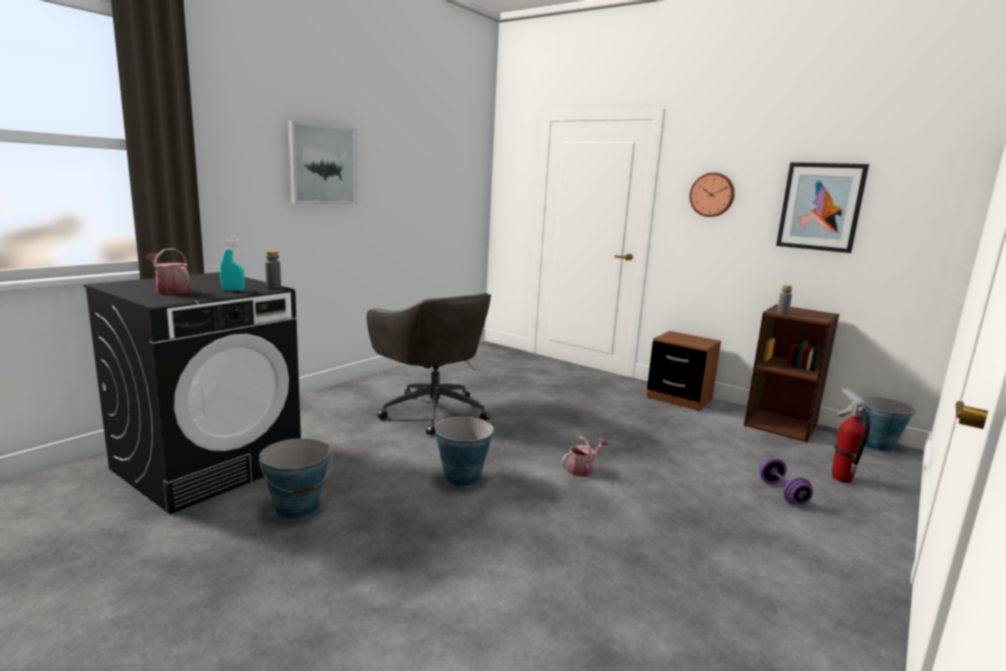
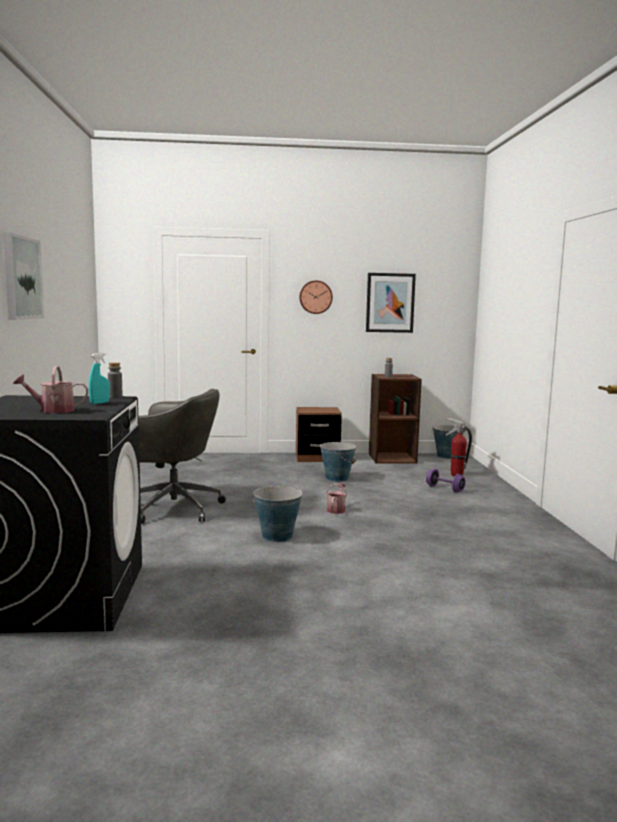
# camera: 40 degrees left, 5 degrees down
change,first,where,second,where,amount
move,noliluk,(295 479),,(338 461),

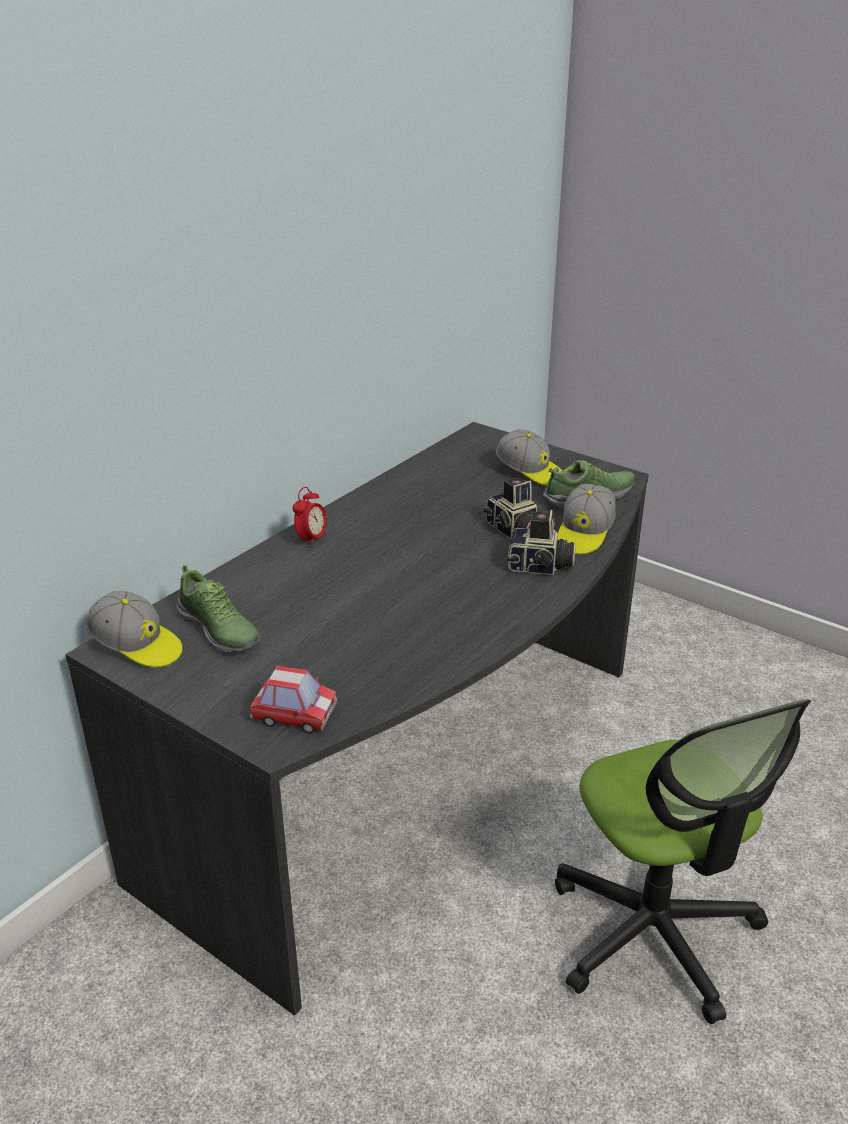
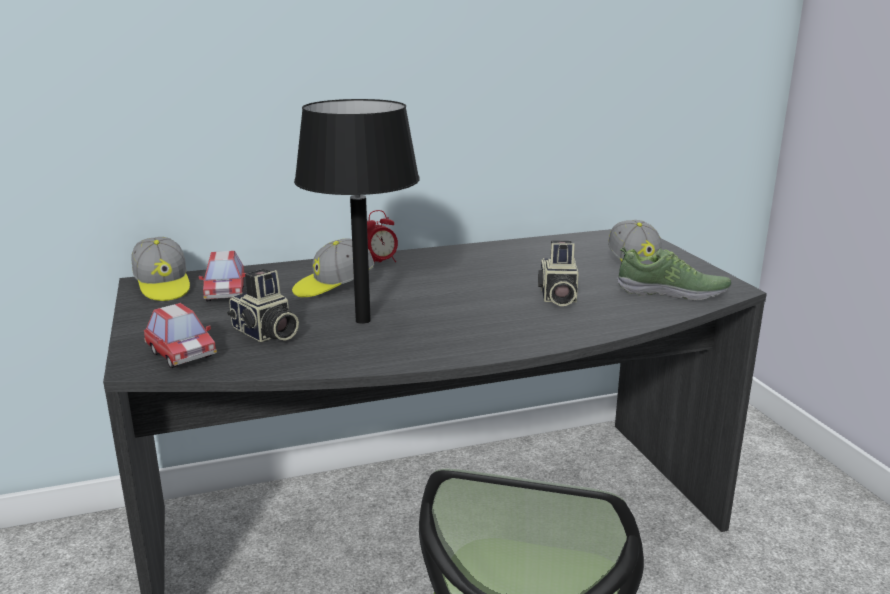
# camera: 35 degrees right, 10 degrees down
change,first,where,second,where,amount
replace,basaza,(218 608),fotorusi,(222 276),
move,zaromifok,(541 542),,(263 305),
move,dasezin,(586 519),,(333 268),
insert,,,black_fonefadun,(357 211),

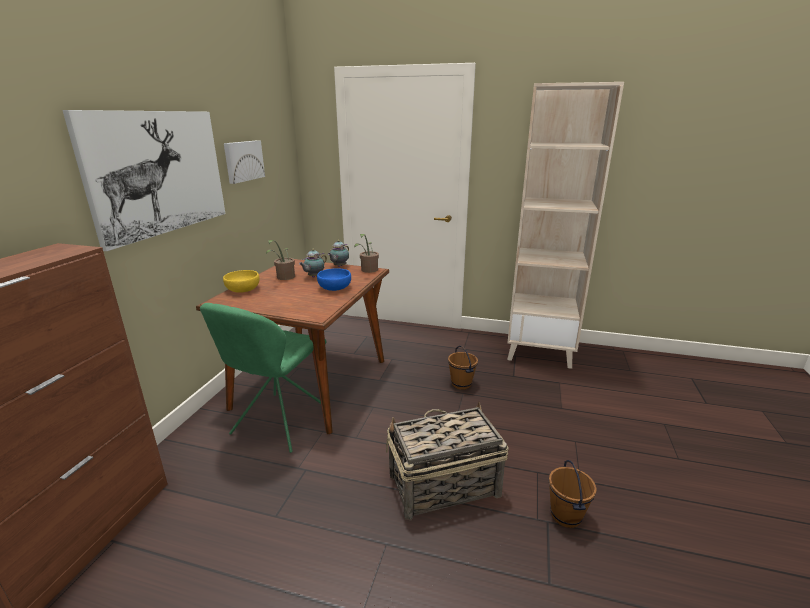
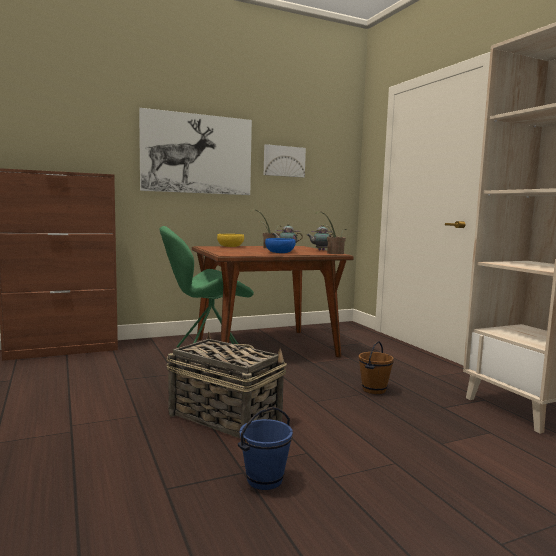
# camera: 50 degrees right, 15 degrees down
change,first,where,second,where,amount
recolor,brown_noliluk,(573 494),blue_noliluk,(265 448),

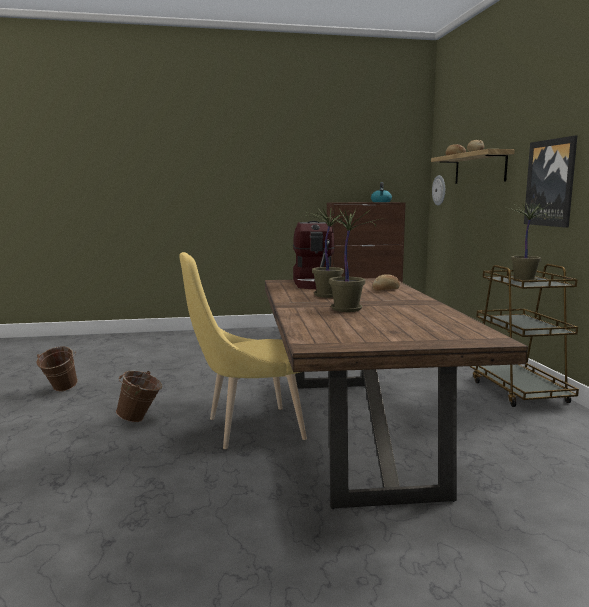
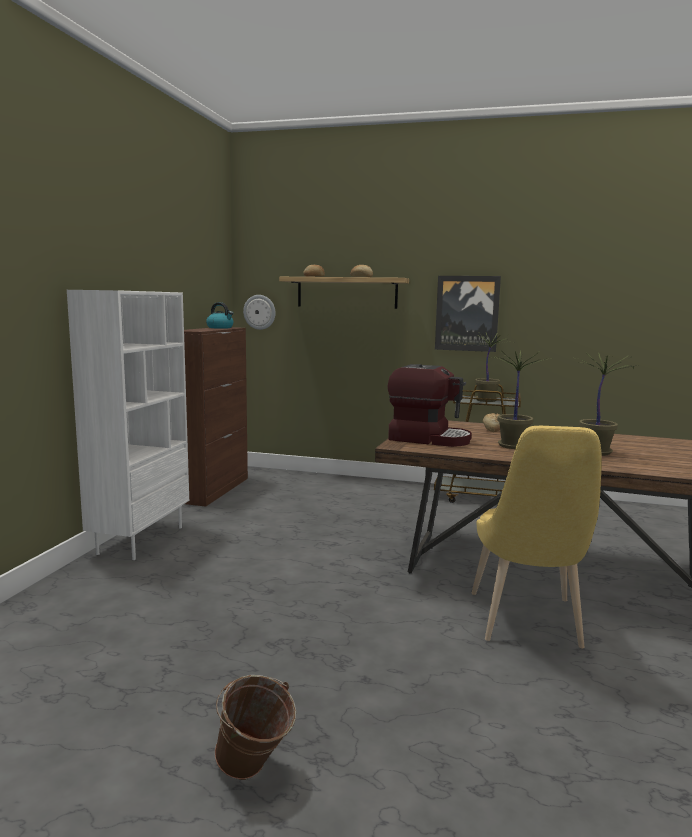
# camera: 65 degrees left, 0 degrees up
change,first,where,second,where,amount
delete,brown_noliluk,(139 396),,,
insert,,,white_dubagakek,(128 425),

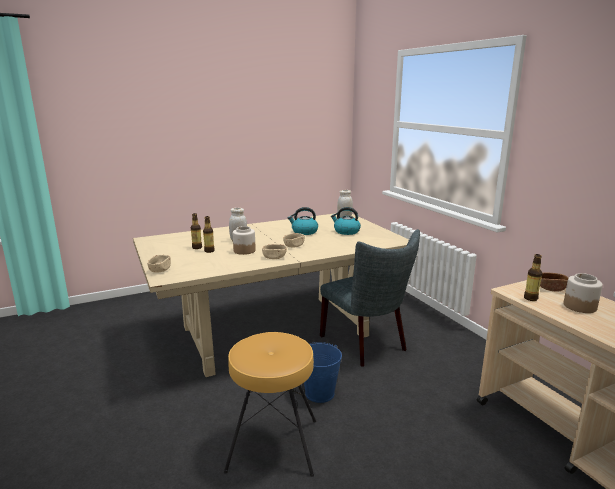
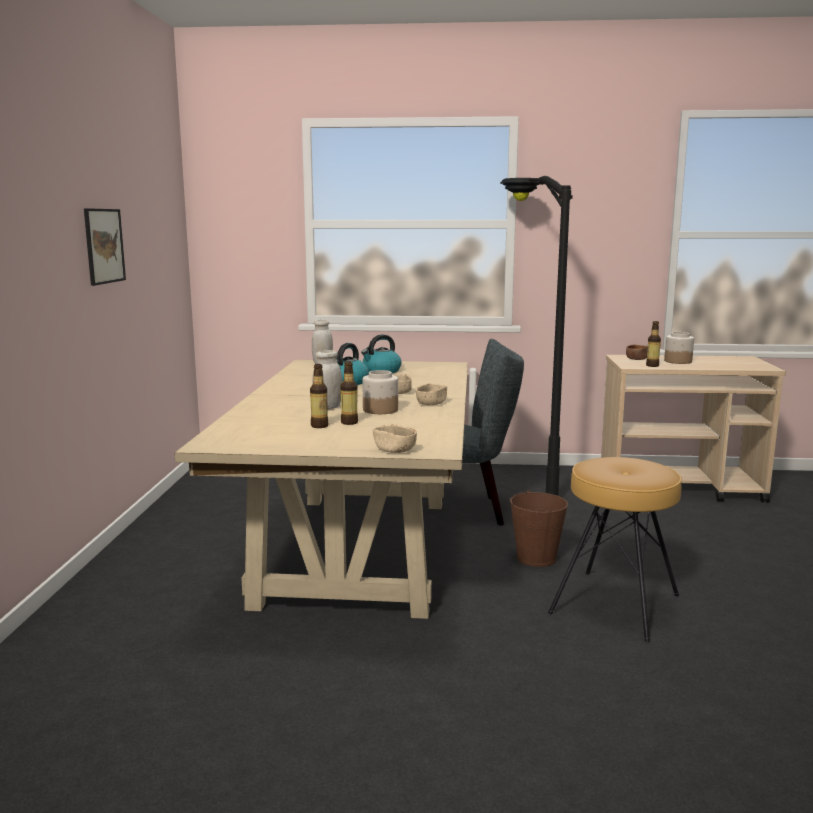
# camera: 60 degrees left, 5 degrees down
change,first,where,second,where,amount
recolor,blue_noliluk,(323 372),brown_noliluk,(539 528),
insert,,,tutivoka,(105 247),
insert,,,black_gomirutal,(536 336),

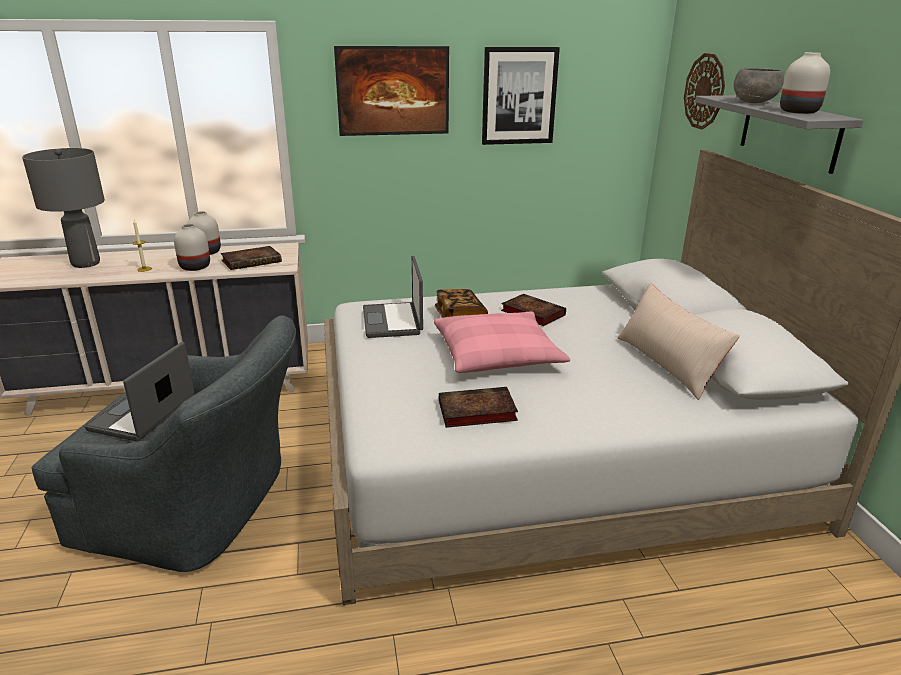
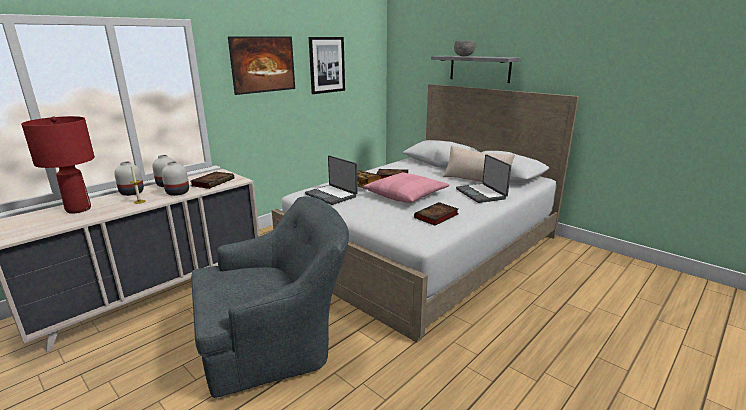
# camera: 35 degrees left, 5 degrees down
change,first,where,second,where,amount
recolor,grey_fonefadun,(63 208),red_fonefadun,(58 165),
move,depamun,(139 392),,(483 178),
delete,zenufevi,(704 91),,,
move,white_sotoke,(805 83),,(129 178),

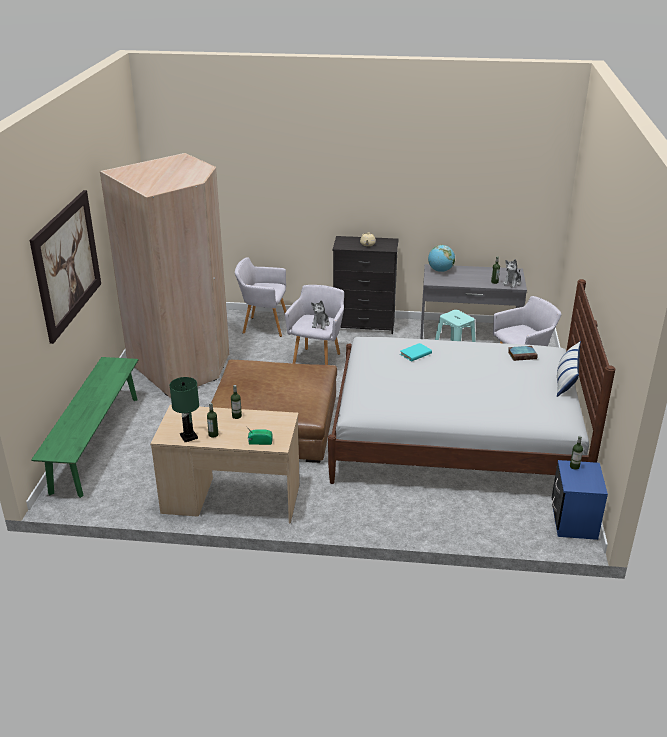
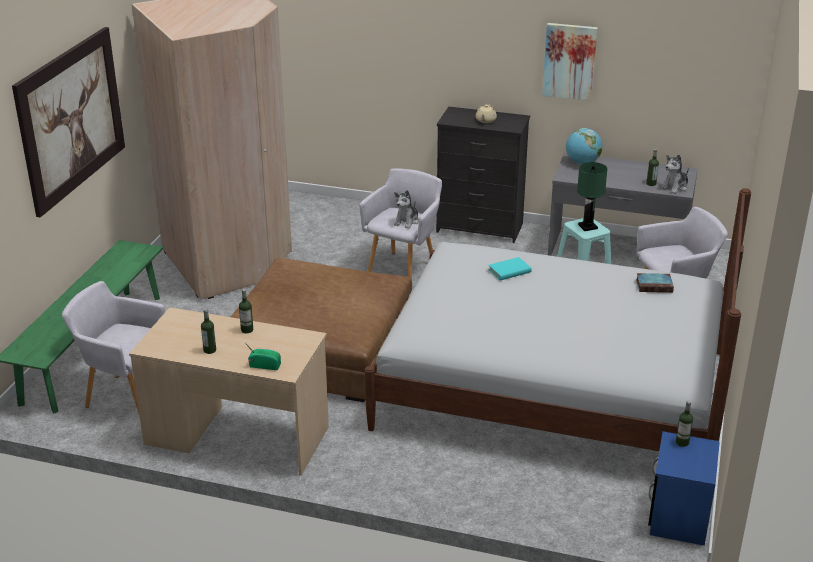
# camera: 10 degrees right, 0 degrees up
change,first,where,second,where,amount
move,green_fonefadun,(184 409),,(592 196),
move,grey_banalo,(260 297),,(113 349),
delete,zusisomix,(569 369),,,
insert,,,tutivoka,(570 62),

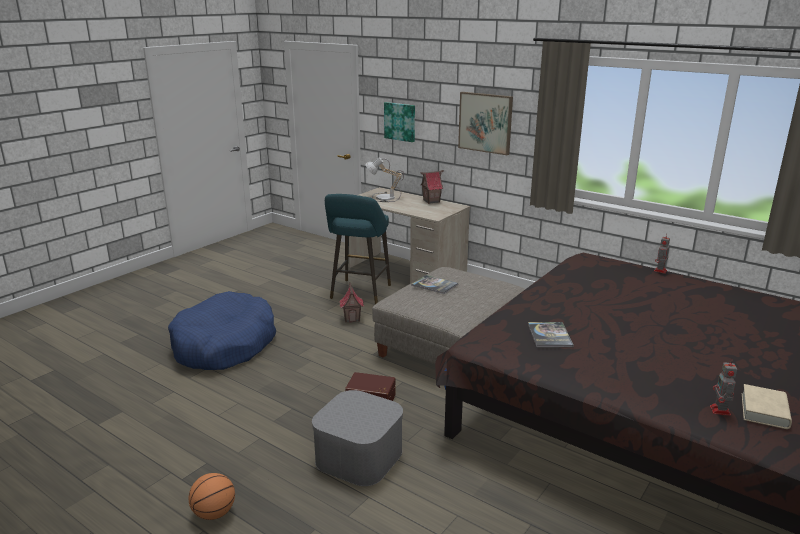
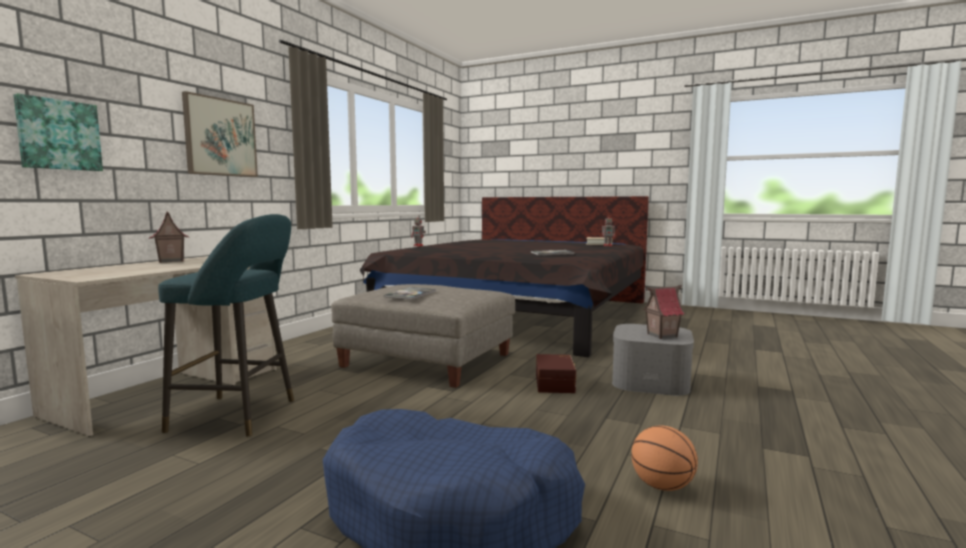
# camera: 100 degrees left, 15 degrees down
change,first,where,second,where,amount
move,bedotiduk,(211 496),,(664 458),
move,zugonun,(351 302),,(664 312),
delete,fonefadun,(384 179),,,

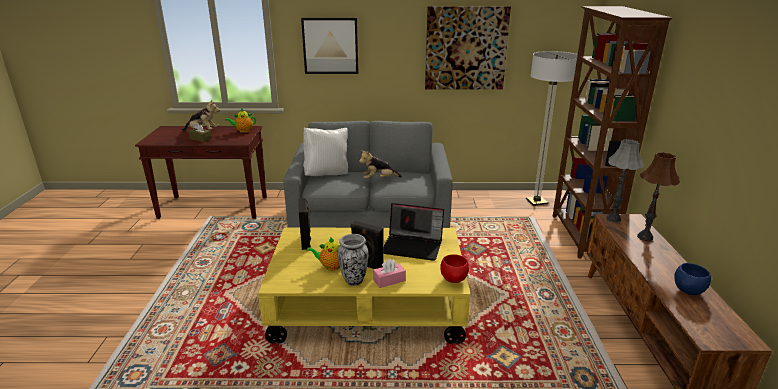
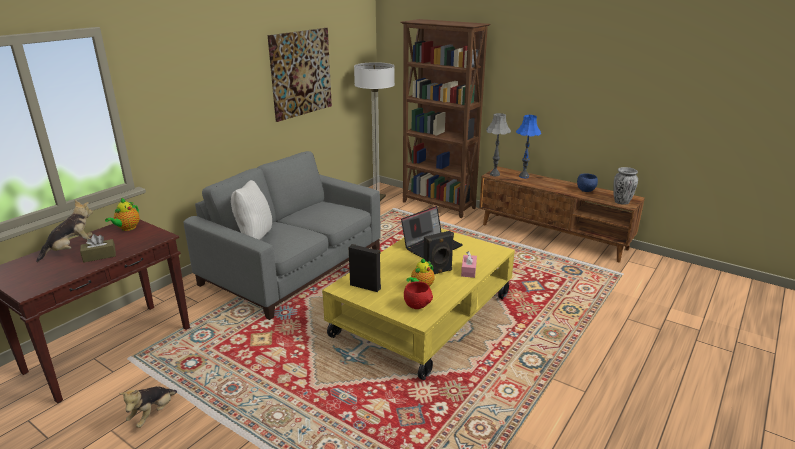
# camera: 55 degrees left, 0 degrees up
change,first,where,second,where,amount
delete,tutivoka,(329 46),,,
move,sotoke,(352 260),,(625 186),
move,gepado,(380 164),,(148 407),
move,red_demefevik,(454 268),,(418 295),
recolor,brown_fonefadun,(658 196),blue_fonefadun,(528 146),

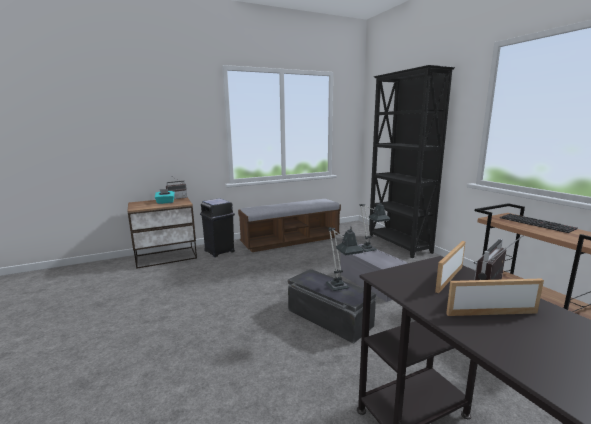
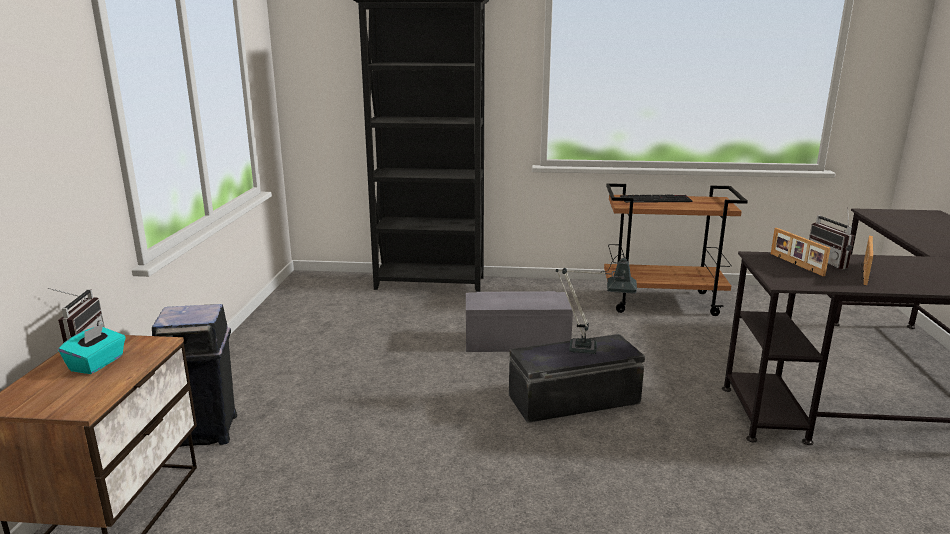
# camera: 60 degrees left, 5 degrees up
change,first,where,second,where,amount
delete,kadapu,(289 225),,,
delete,fonefadun,(374 226),,,

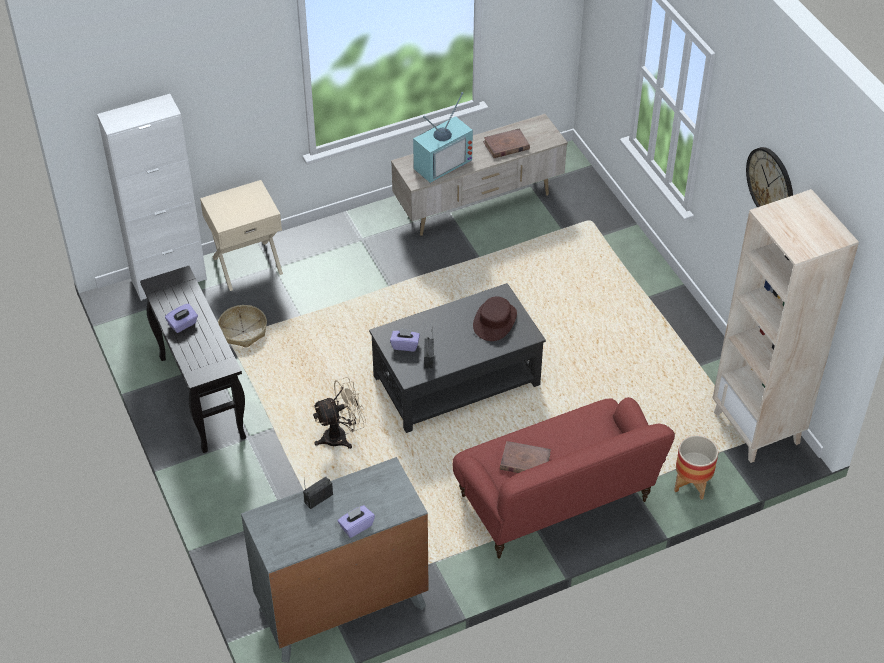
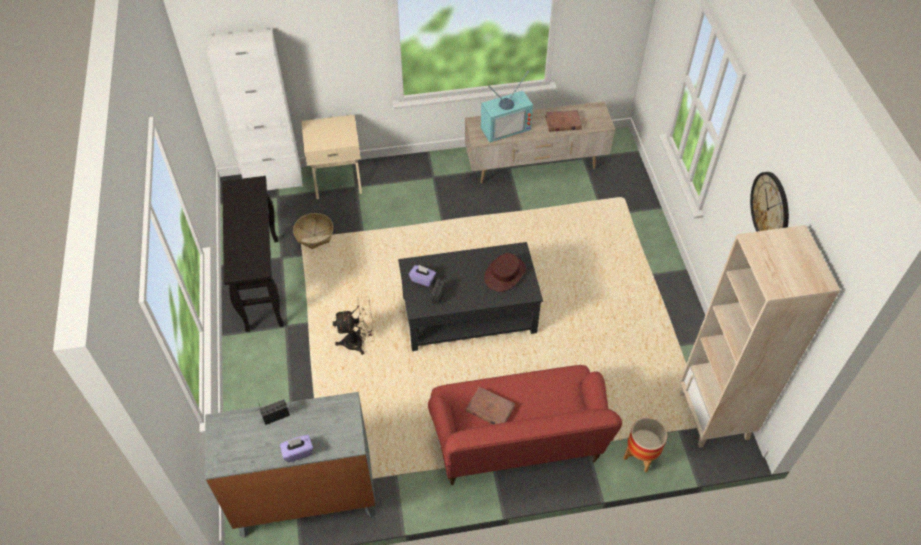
# camera: 15 degrees right, 5 degrees up
change,first,where,second,where,amount
delete,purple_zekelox,(181 318),,,

